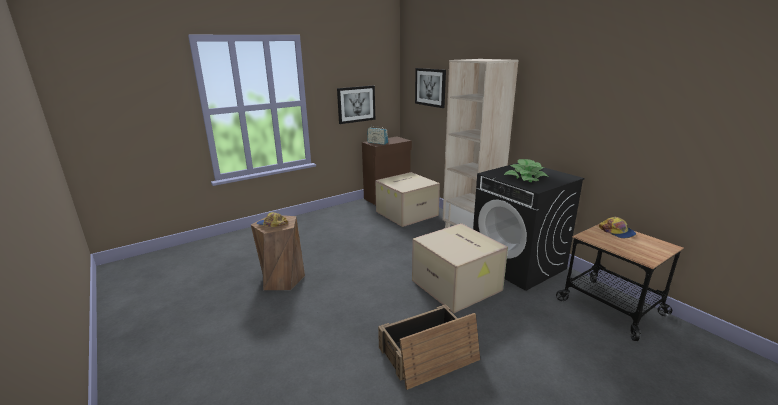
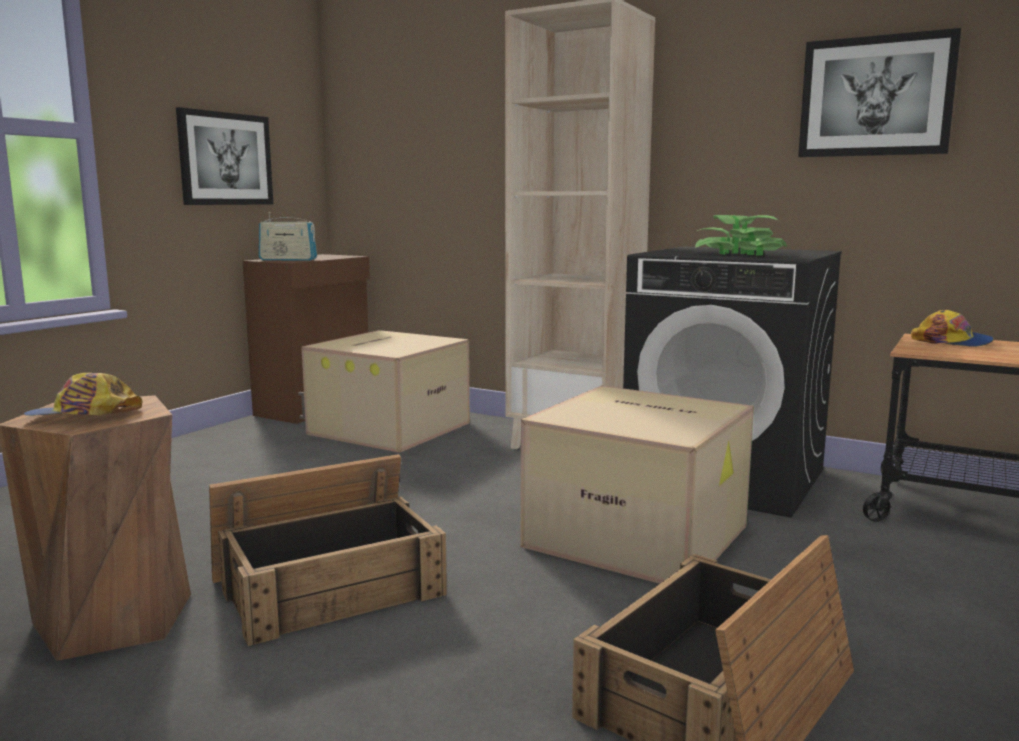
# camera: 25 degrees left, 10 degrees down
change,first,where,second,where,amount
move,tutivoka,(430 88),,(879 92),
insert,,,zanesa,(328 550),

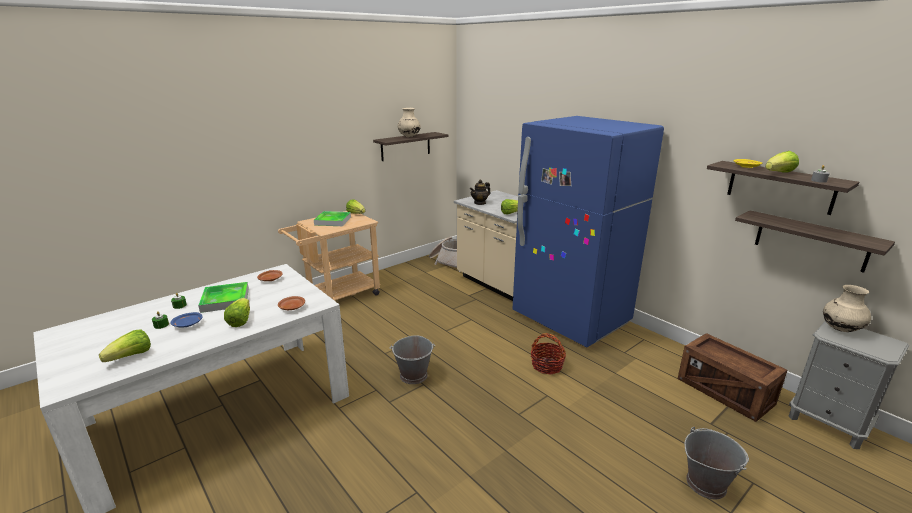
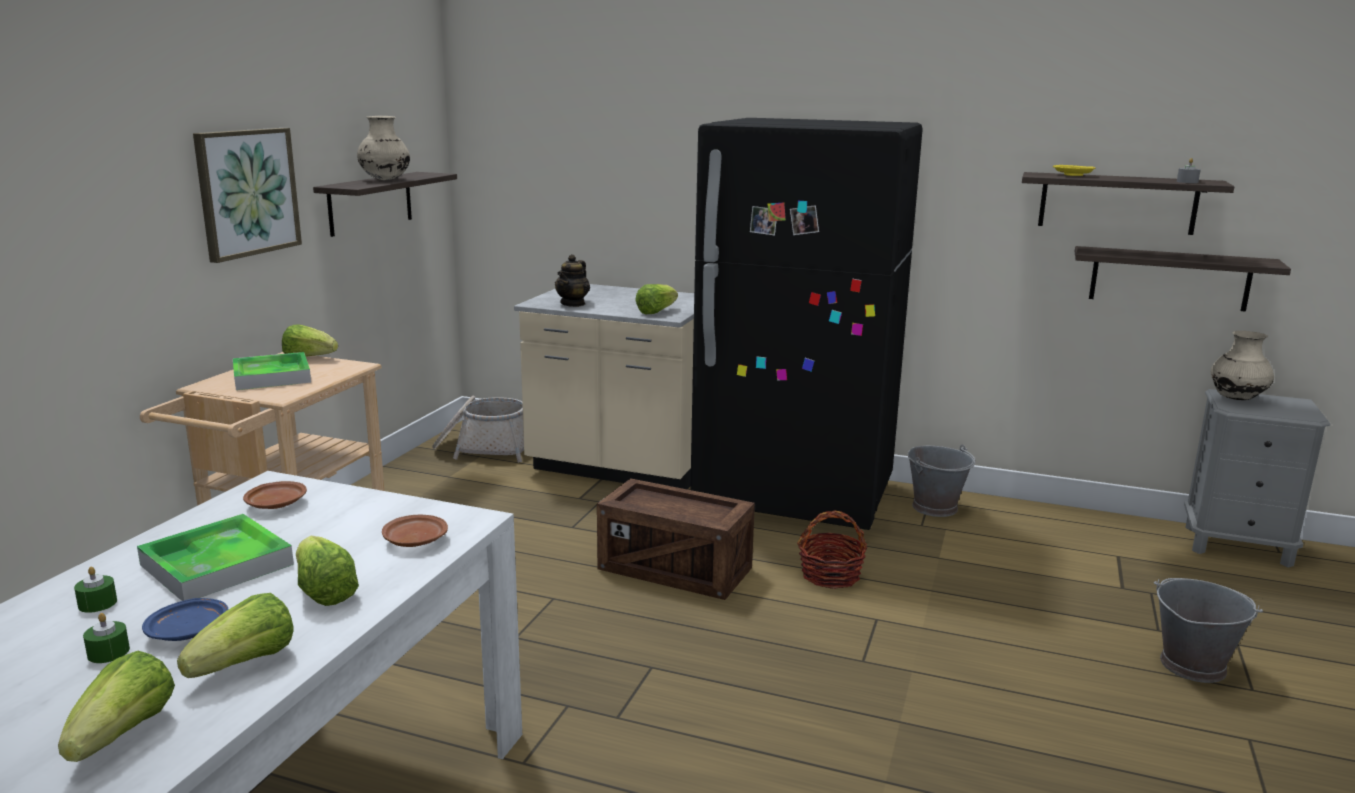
# camera: 30 degrees left, 5 degrees down
change,first,where,second,where,amount
move,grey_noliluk,(412 359),,(942 481),
recolor,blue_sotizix,(588 231),black_sotizix,(806 324),
move,zanesa,(733 377),,(676 539),
move,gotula,(782 162),,(235 635),
insert,,,tutivoka,(247 195),

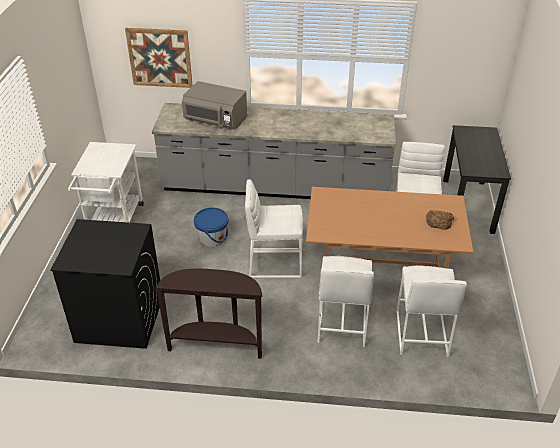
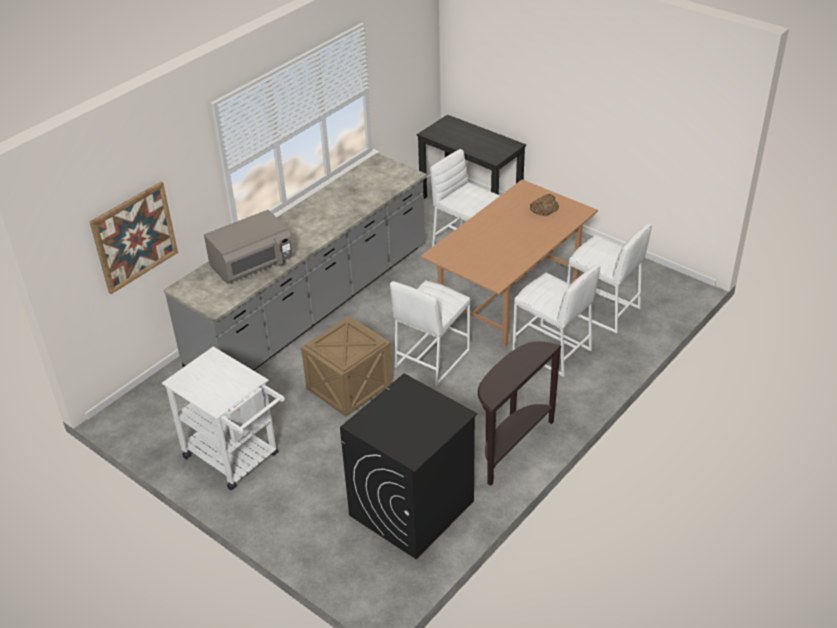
# camera: 55 degrees left, 0 degrees up
change,first,where,second,where,amount
replace,blue_noliluk,(211 227),zanesa,(347 366),

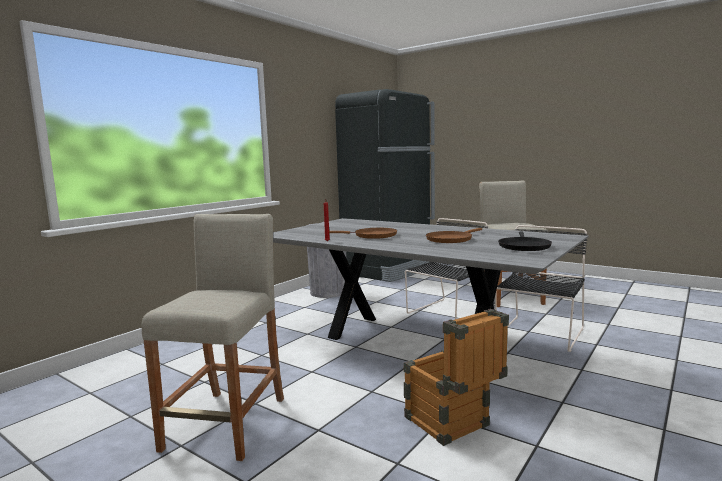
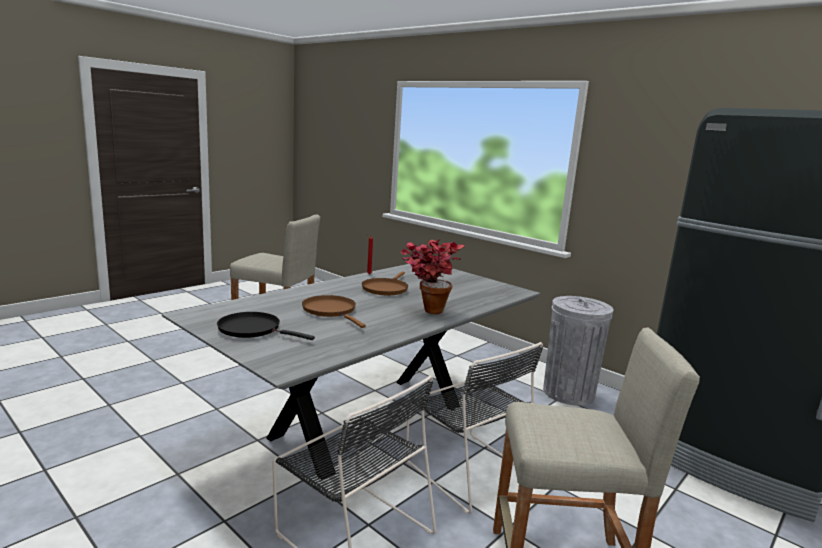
# camera: 95 degrees right, 5 degrees up
change,first,where,second,where,amount
delete,zanesa,(456 377),,,
insert,,,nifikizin,(432 276),

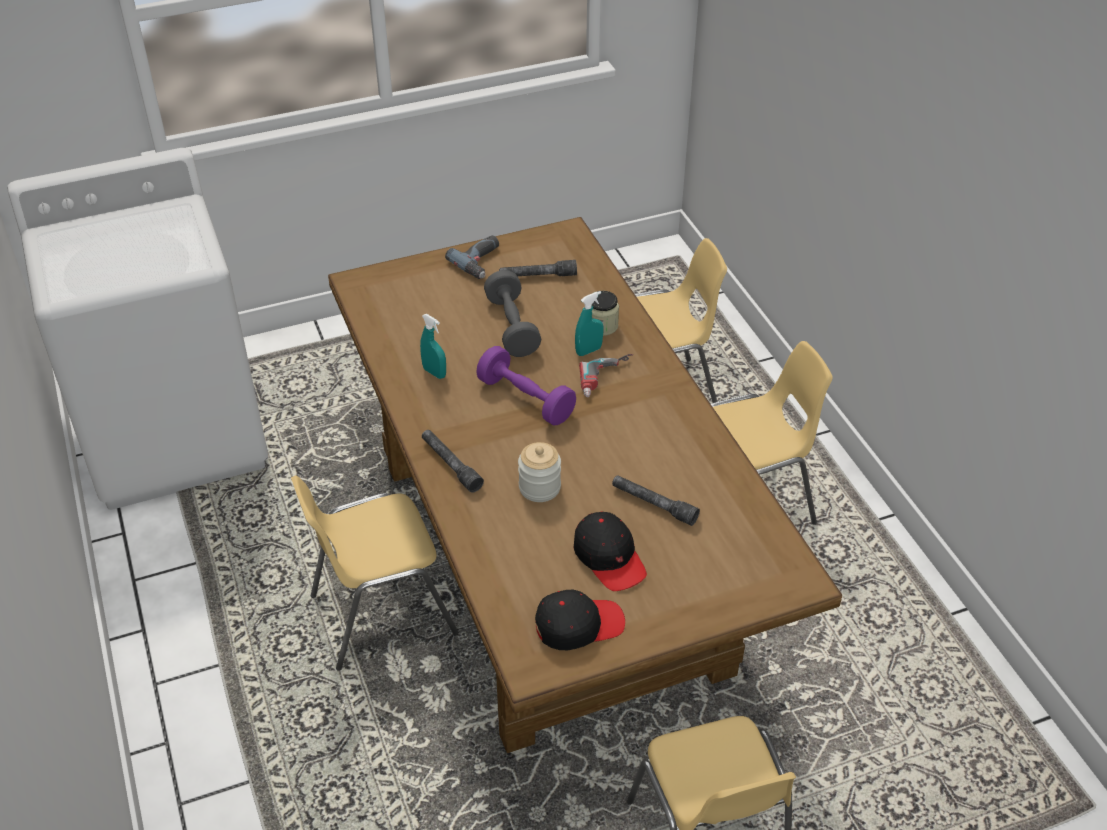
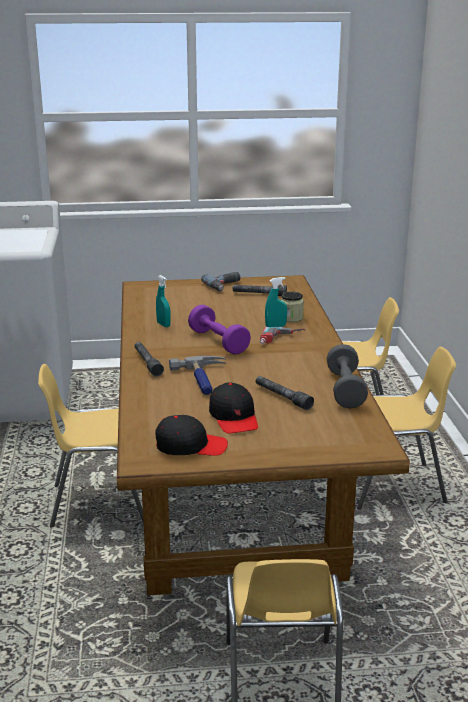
# camera: 15 degrees right, 20 degrees down
change,first,where,second,where,amount
move,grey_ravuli,(512 313),,(347 376),
replace,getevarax,(539 472),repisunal,(197 375),

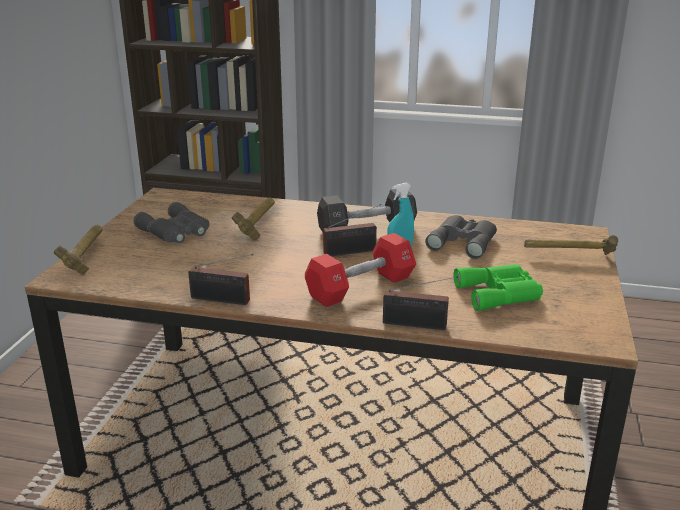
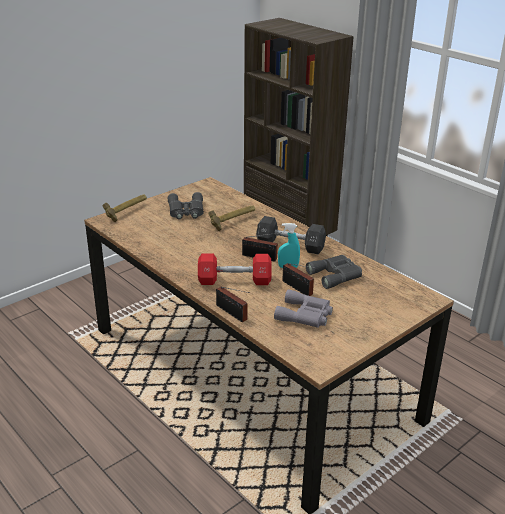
# camera: 35 degrees right, 5 degrees up
change,first,where,second,where,amount
move,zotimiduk,(220 279),,(300 279),
recolor,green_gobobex,(498 287),grey_gobobex,(303 308),
delete,repisunal,(571 245),,,

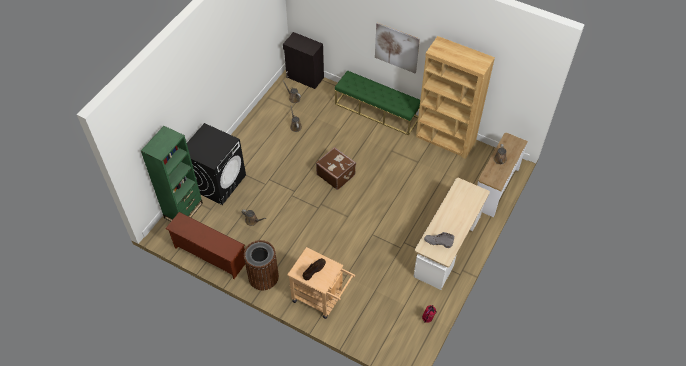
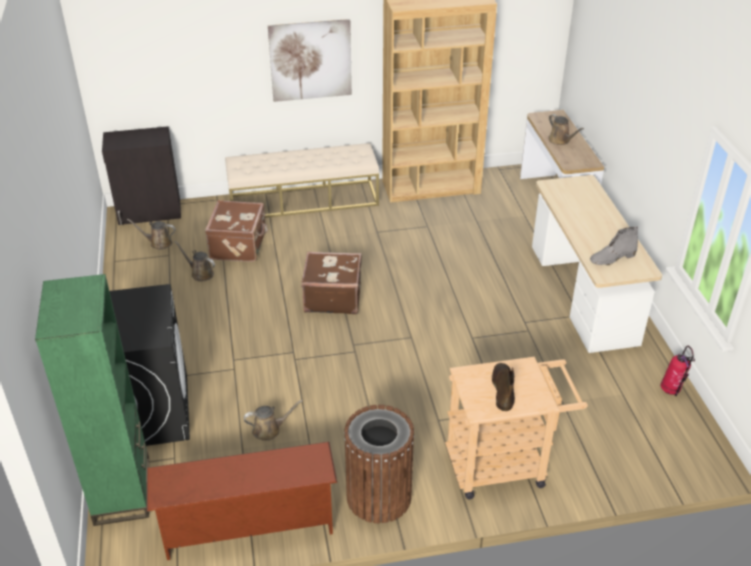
# camera: 40 degrees left, 15 degrees down
change,first,where,second,where,amount
recolor,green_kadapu,(377 102),beige_kadapu,(302 180),
insert,,,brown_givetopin,(236 231),

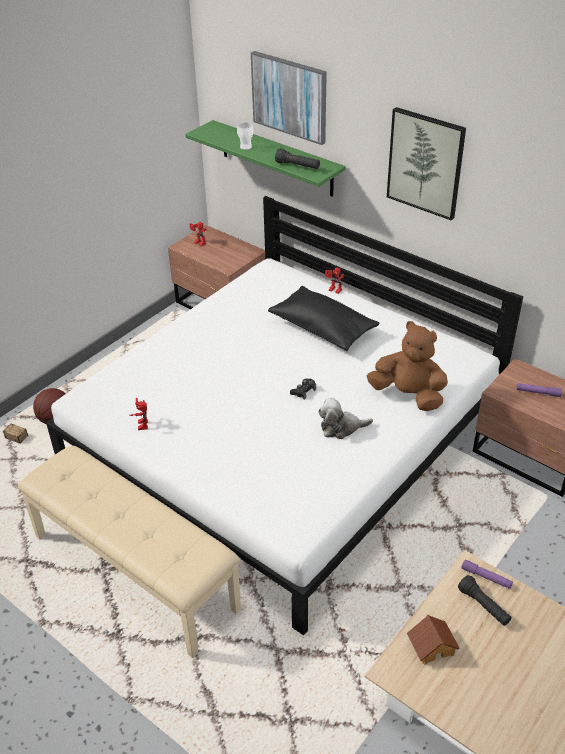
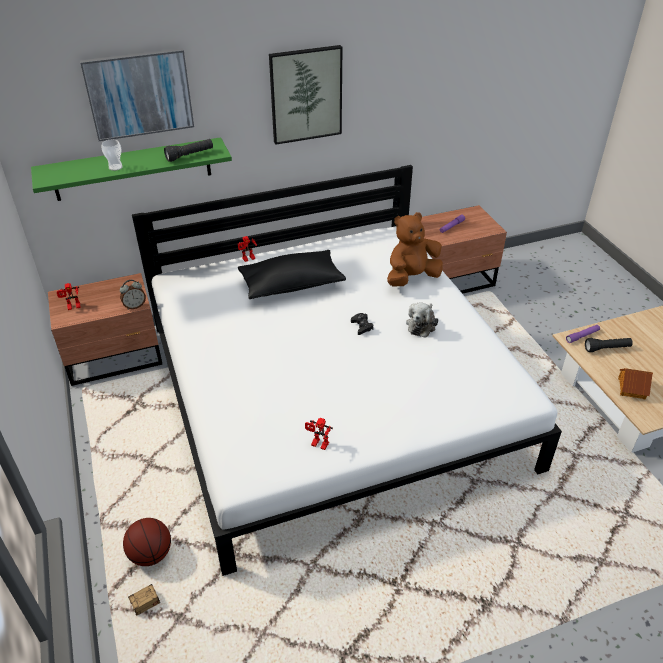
# camera: 60 degrees left, 0 degrees up
change,first,where,second,where,amount
delete,beige_kadapu,(129 552),,,
insert,,,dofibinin,(133 295),

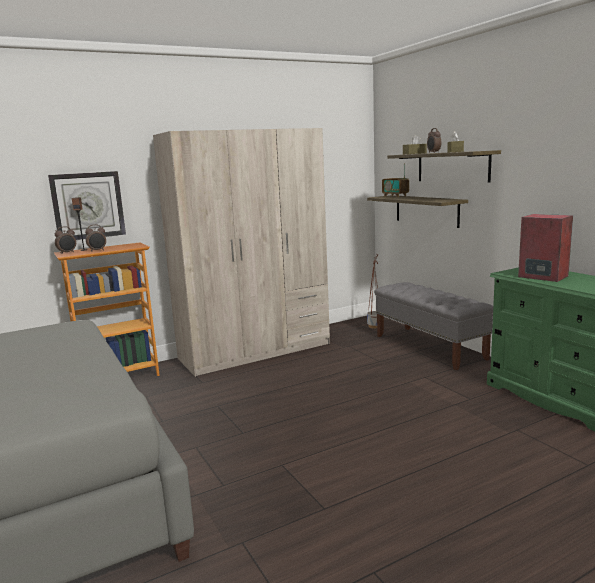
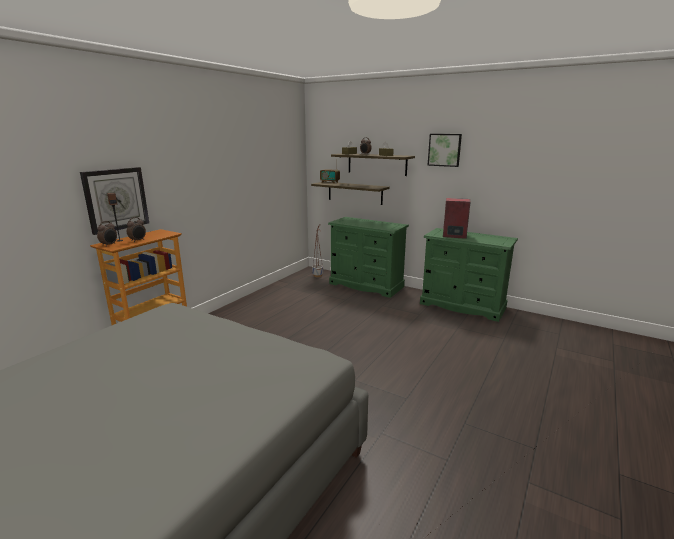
# camera: 30 degrees left, 5 degrees up
change,first,where,second,where,amount
delete,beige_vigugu,(241 252),,,
replace,grey_kadapu,(433 326),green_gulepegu,(368 257),
insert,,,tutivoka,(444 150),

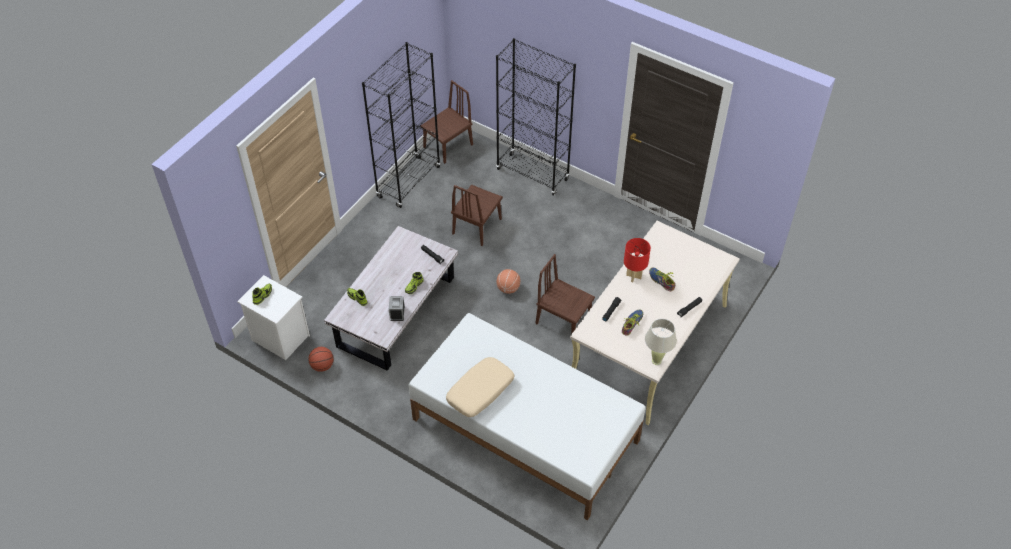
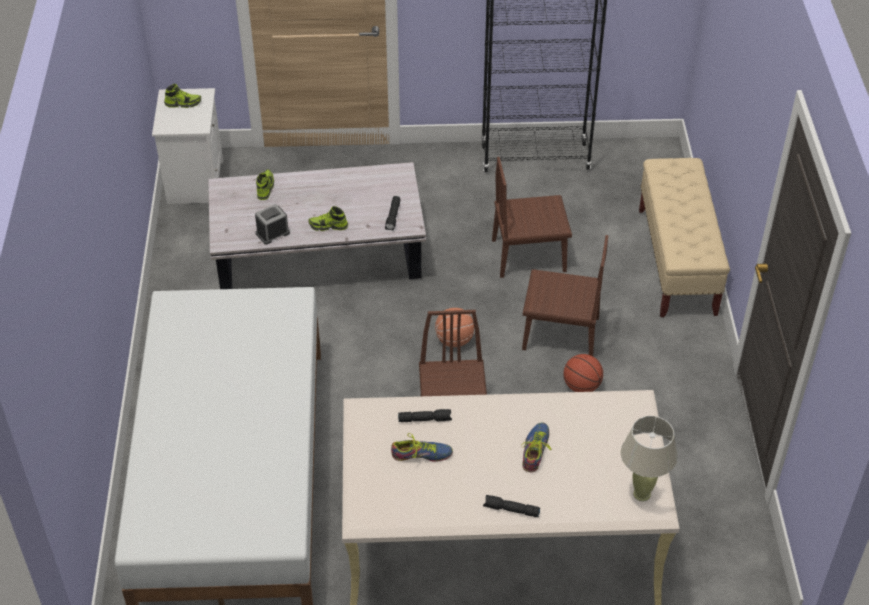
# camera: 55 degrees right, 5 degrees down
change,first,where,second,where,amount
move,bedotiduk,(321 359),,(583 373),
move,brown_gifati,(446 122),,(565 295),
delete,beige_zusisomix,(480 387),,,
replace,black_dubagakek,(536 117),beige_kadapu,(684 237),
delete,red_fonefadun,(637 260),,,
move,beige_fonefadun,(661 342),,(649 458),

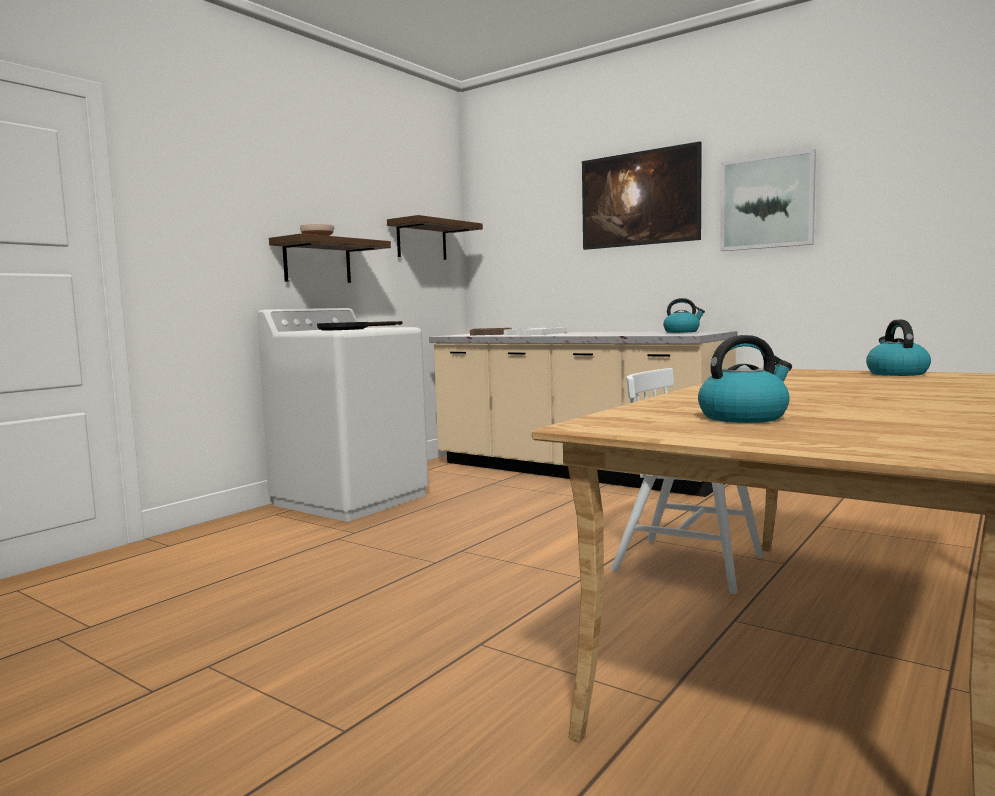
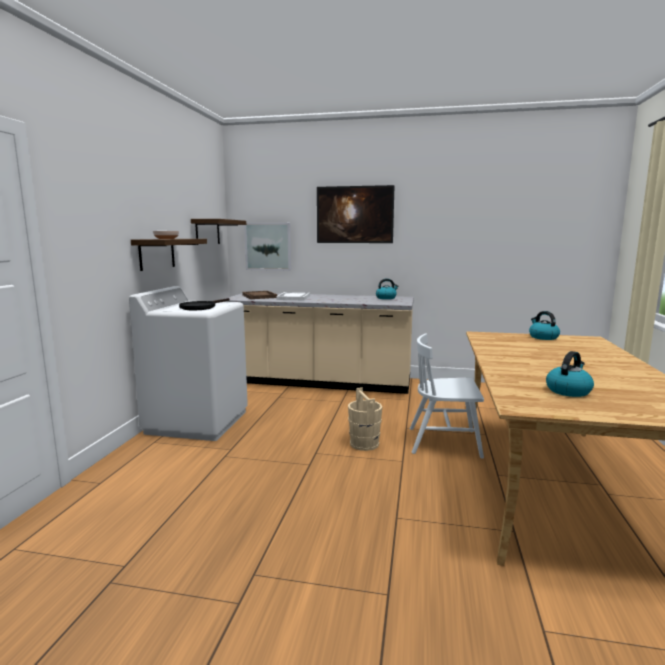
# camera: 25 degrees left, 5 degrees up
change,first,where,second,where,amount
move,tutivoka,(768 199),,(267 247),
insert,,,beige_noliluk,(365 419),

